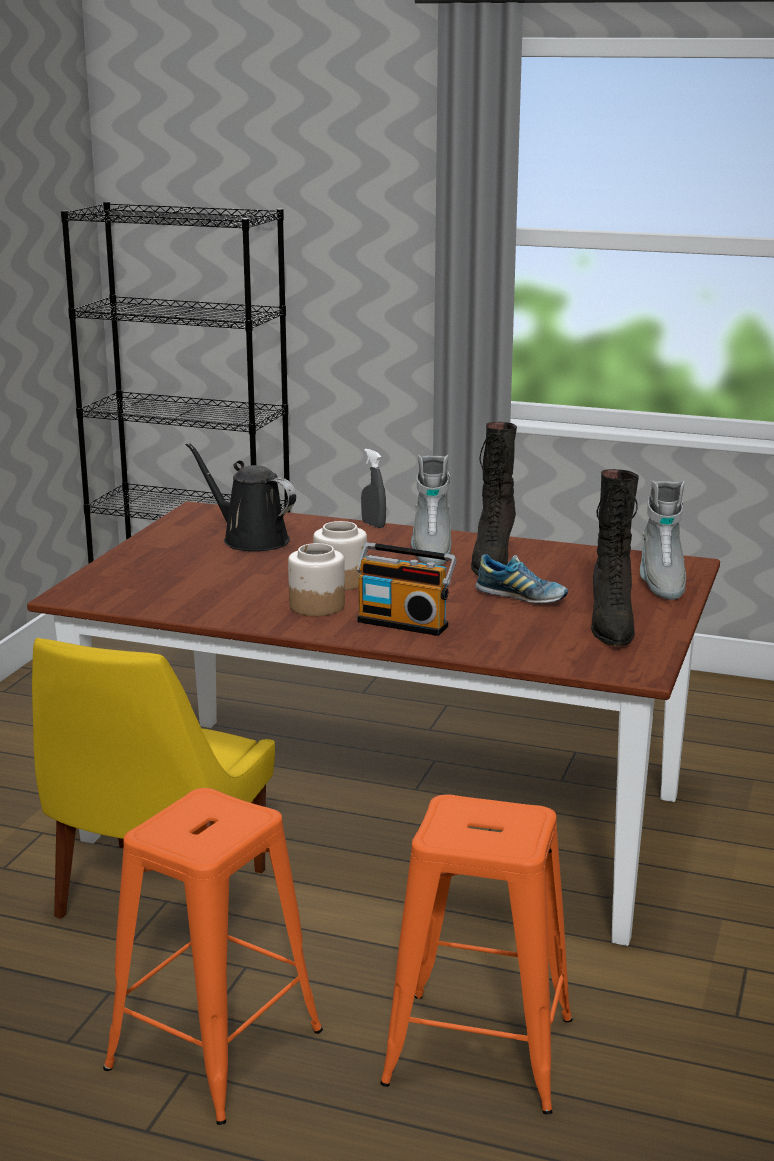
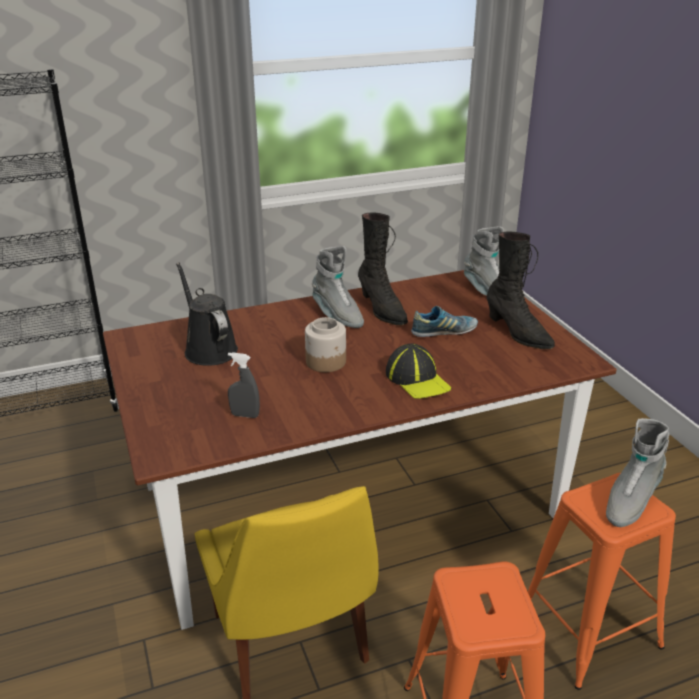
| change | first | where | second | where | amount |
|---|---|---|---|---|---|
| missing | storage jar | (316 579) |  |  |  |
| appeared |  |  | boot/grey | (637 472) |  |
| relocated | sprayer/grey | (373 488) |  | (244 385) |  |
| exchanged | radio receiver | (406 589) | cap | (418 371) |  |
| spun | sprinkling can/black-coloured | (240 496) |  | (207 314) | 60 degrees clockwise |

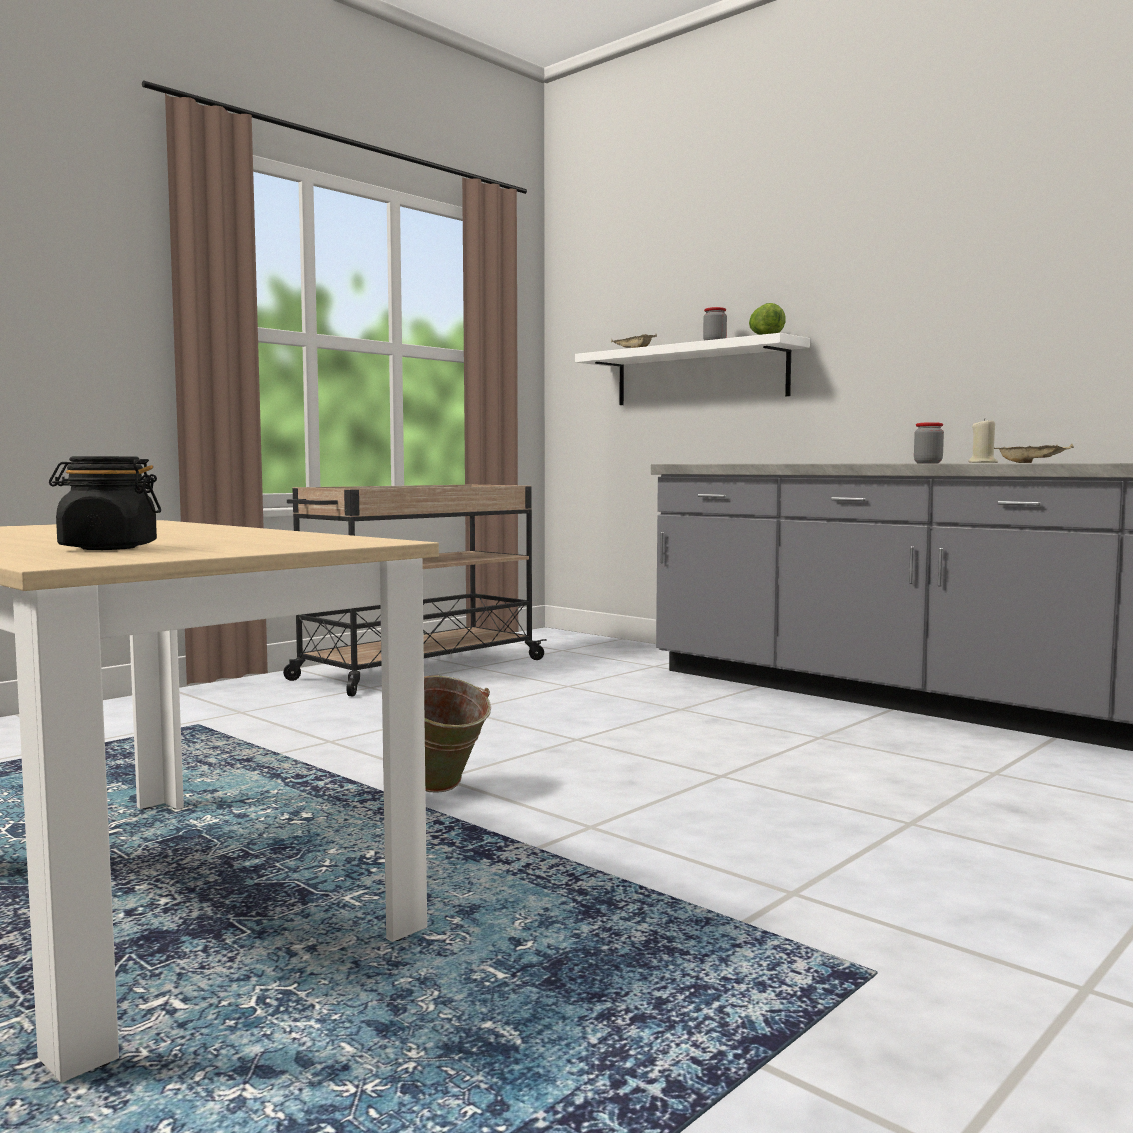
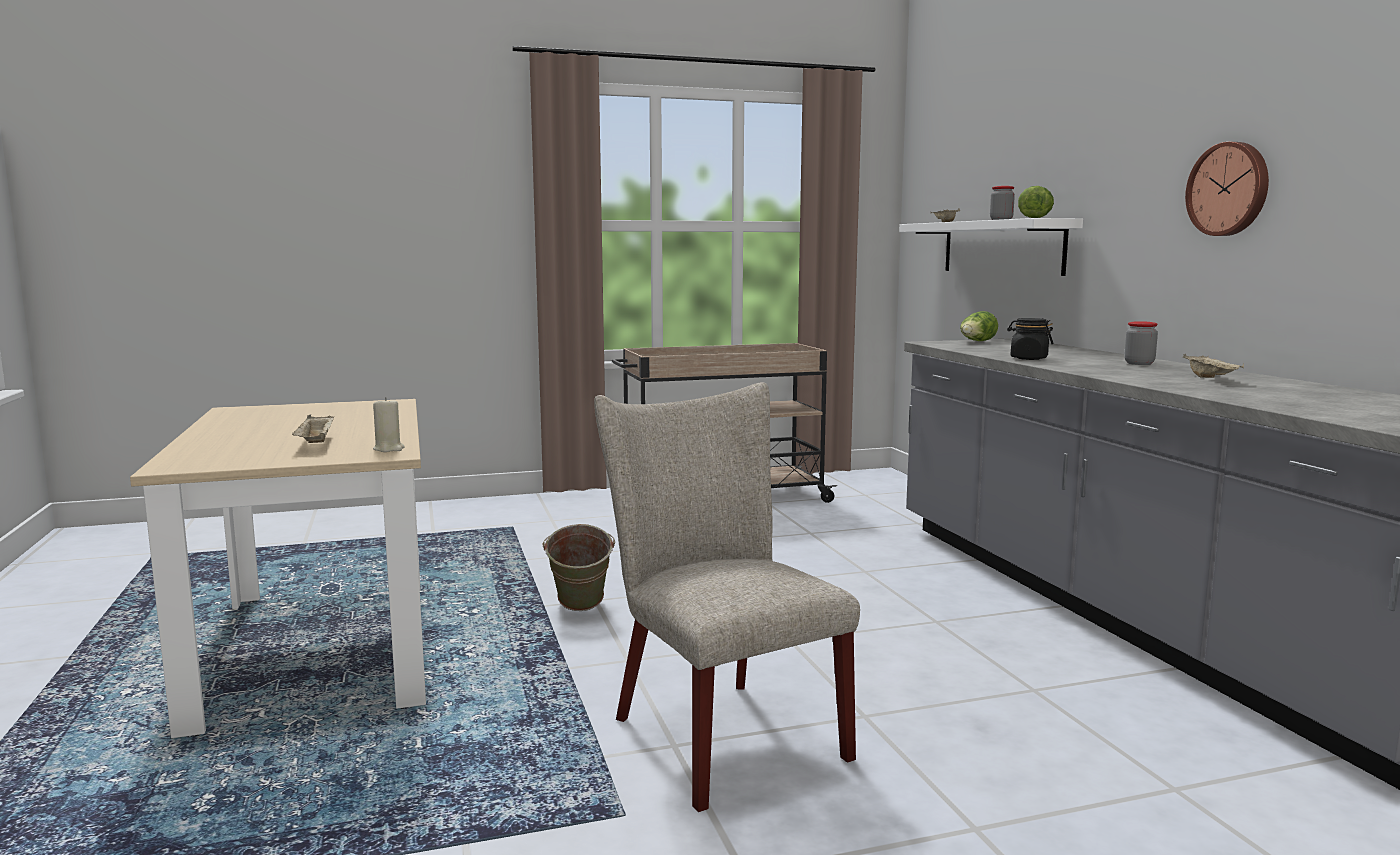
| change | first | where | second | where | amount |
|---|---|---|---|---|---|
| appeared |  |  | tray/beige-coloured | (313 429) |  |
| appeared |  |  | plain chair/beige-coloured | (727 597) |  |
| appeared |  |  | head of lettuce | (979 326) |  |
| appeared |  |  | hanging clock | (1227 189) |  |
| relocated | storage jar/black-coloured | (105 503) |  | (1030 339) |  |
| relocated | wax candle/beige-coloured | (983 440) |  | (389 424) |  |

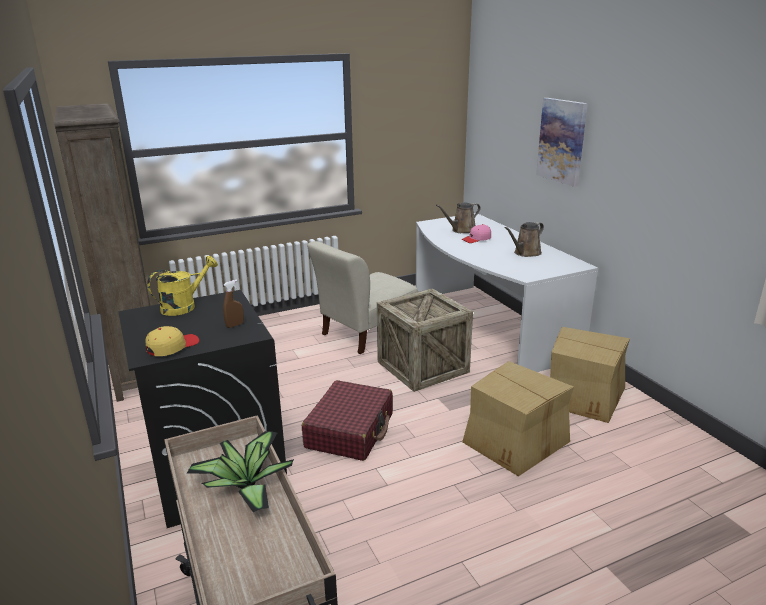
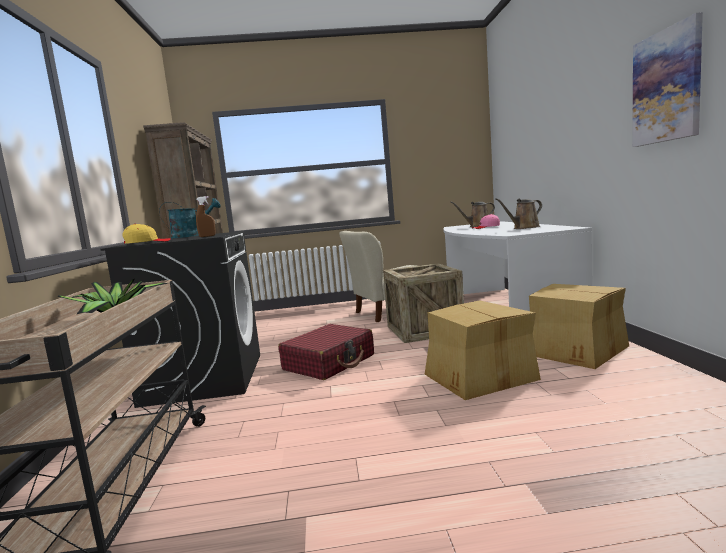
| change | first | where | second | where | amount |
|---|---|---|---|---|---|
| relocated | picture | (562 142) |  | (667 79) |  |
| colour | sprinkling can/yellow | (182 286) | sprinkling can/blue-green | (190 218) |  |

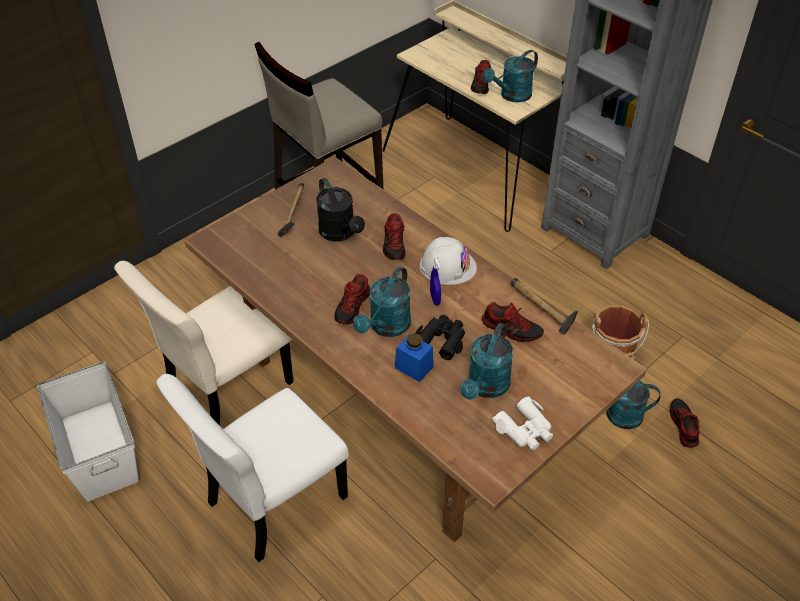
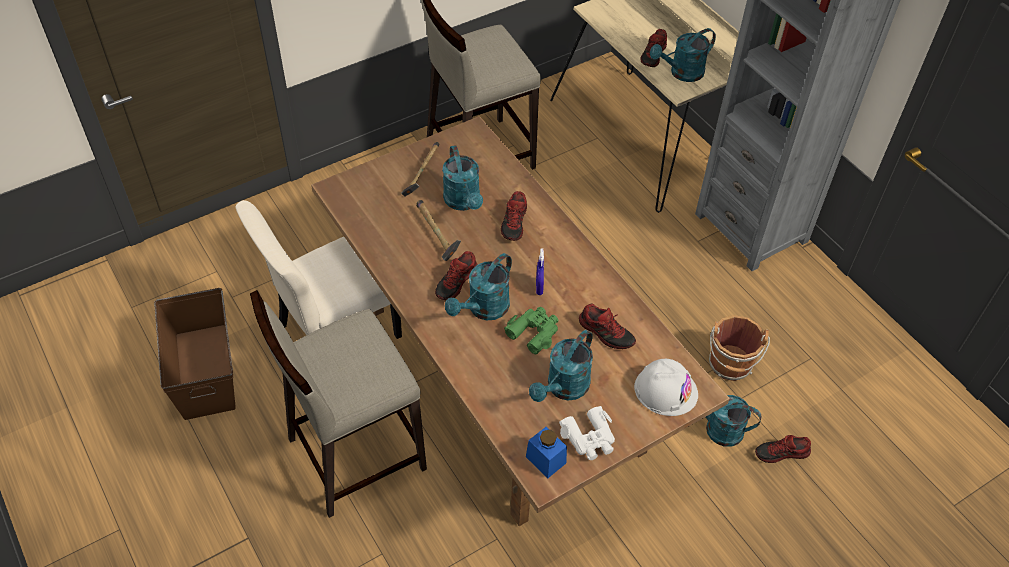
| change | first | where | second | where | amount |
|---|---|---|---|---|---|
| relocated | storage jar/blue | (414 357) |  | (546 452) |  |
| relocated | hard hat/white-coloured | (448 261) |  | (666 387) |  |
| relocated | hammer | (544 306) |  | (438 230) |  |
| exchanged | plain chair/white-coloured | (252 468) | sitting stool/beige-coloured | (338 404) |  |
| colour | storage container/white-coloured | (88 431) | storage container/brown-coloured | (195 354) |  |
| colour | sprinkling can/black-coloured | (340 210) | sprinkling can/blue-green | (462 178) |  |
| colour | pair of binoculars/black-coloured | (440 337) | pair of binoculars/green-coloured | (531 330) |  |
| spun | shoe | (684 422) |  | (783 449) | 105 degrees counterclockwise |

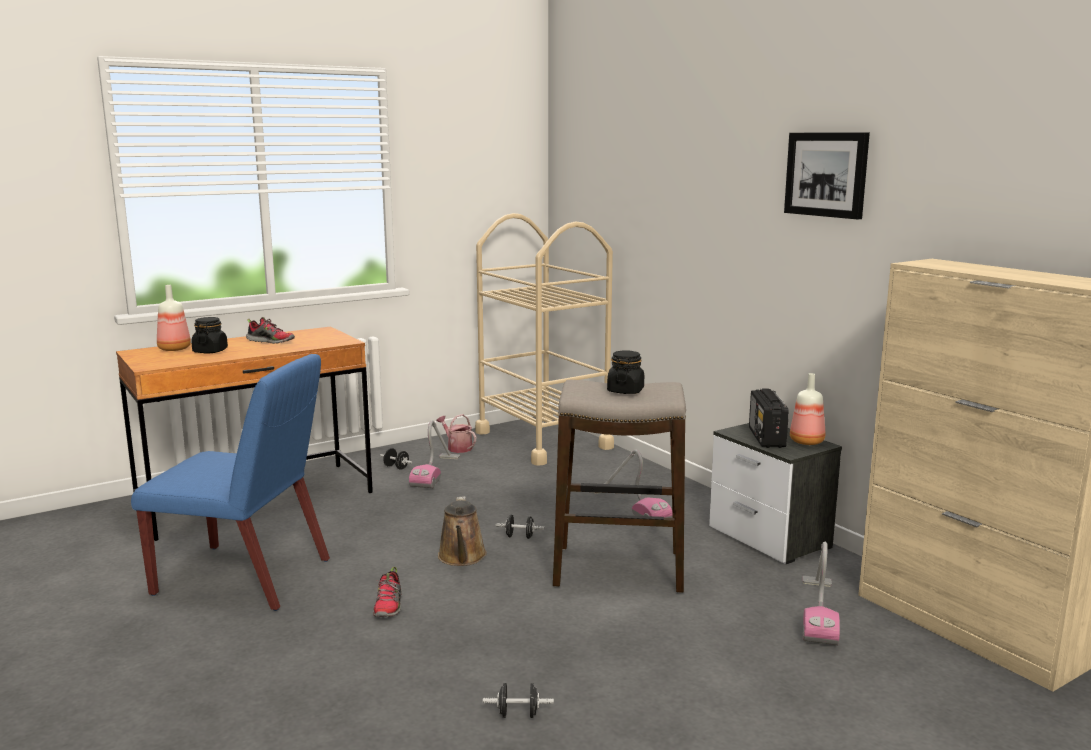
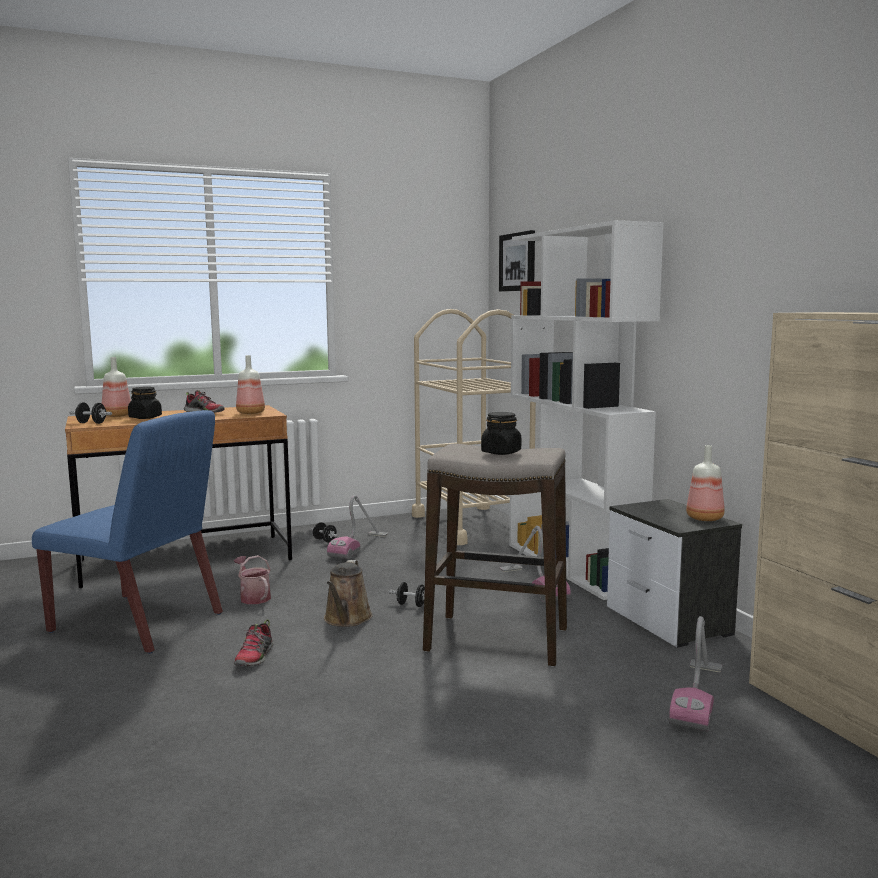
| change | first | where | second | where | amount |
|---|---|---|---|---|---|
| missing | radio receiver | (769 418) |  |  |  |
| appeared |  |  | beverage bottle | (250 384) |  |
| appeared |  |  | bookcase/white-coloured | (586 410) |  |
| relocated | sprinkling can | (456 433) |  | (252 579) |  |
| relocated | dumbbell/black-coloured | (518 700) |  | (90 413) |  |
| relocated | picture | (827 175) |  | (517 260) |  |

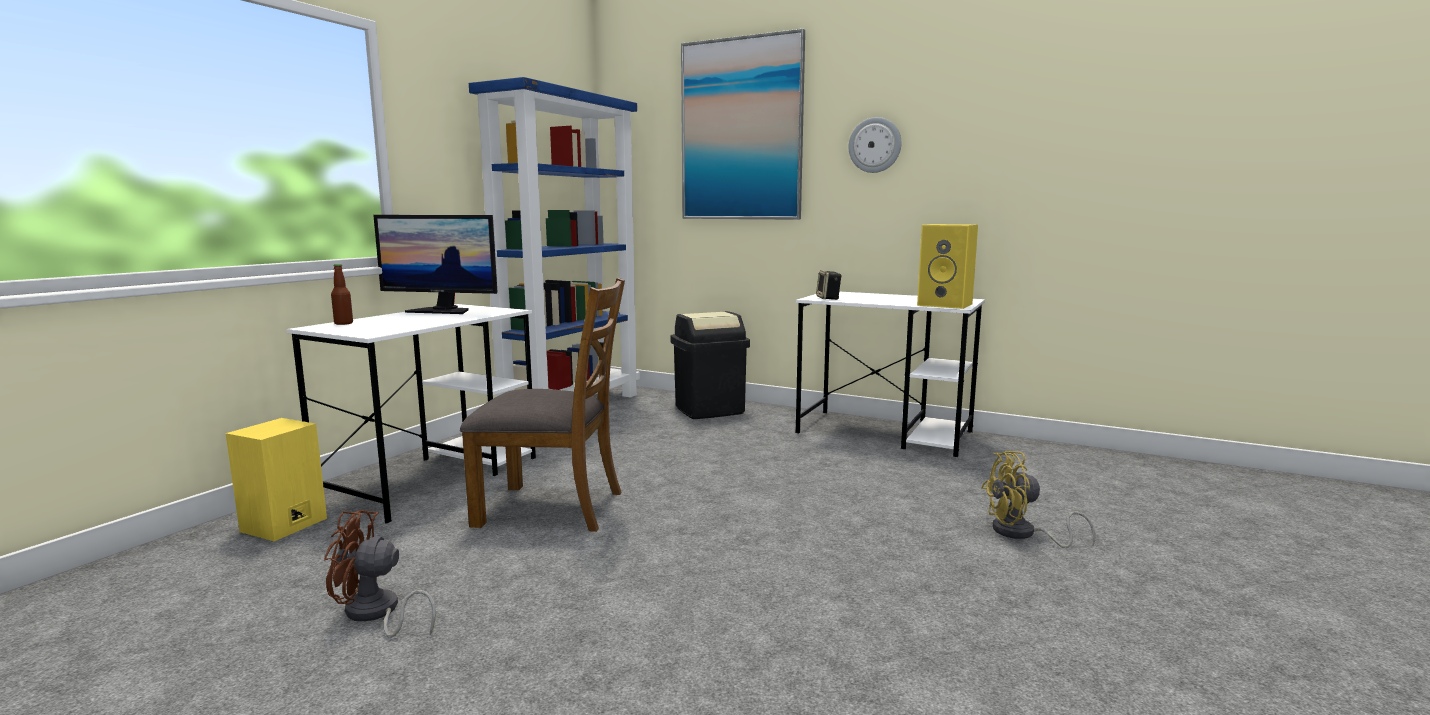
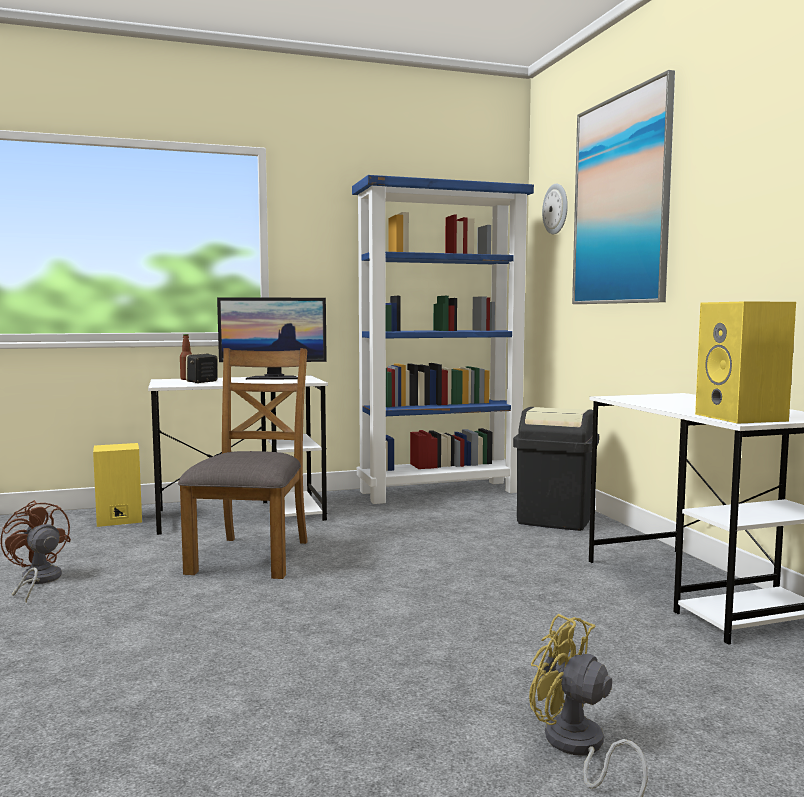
| change | first | where | second | where | amount |
|---|---|---|---|---|---|
| relocated | speaker | (829 285) |  | (202 368) |  |
| relocated | hanging clock | (875 145) |  | (555 209) |  |
| spun | computer screen | (435 264) |  | (272 339) | 60 degrees counterclockwise |
| spun | plain chair/brown-coloured | (542 405) |  | (243 463) | 135 degrees counterclockwise |

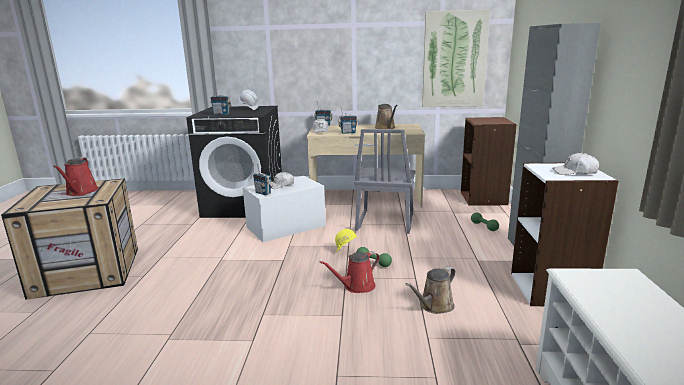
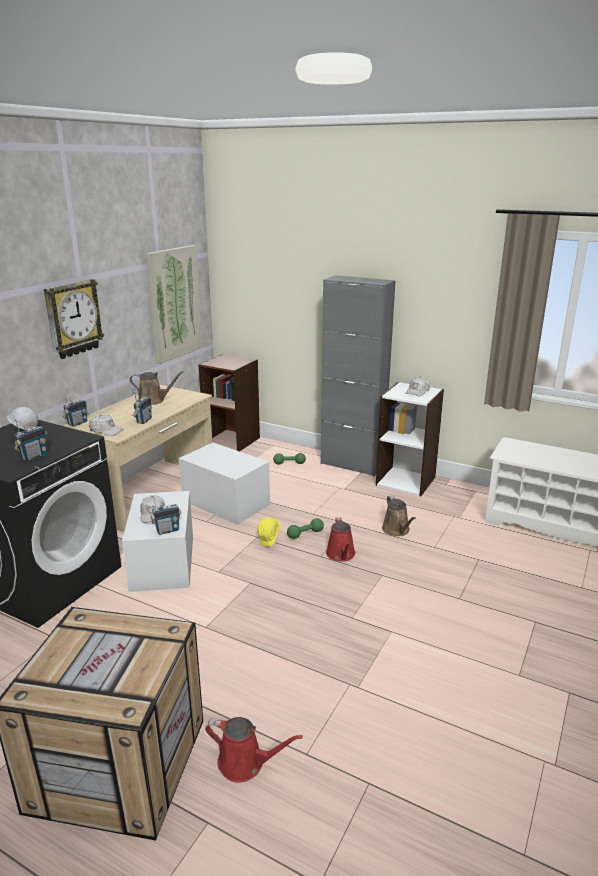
| change | first | where | second | where | amount |
|---|---|---|---|---|---|
| appeared |  |  | hanging clock | (74 319) |  |
| relocated | sprinkling can/red-coloured | (76 176) |  | (254 750) |  |
| exchanged | plain chair/grey | (384 181) | storage container/white-coloured | (224 484) |  |

